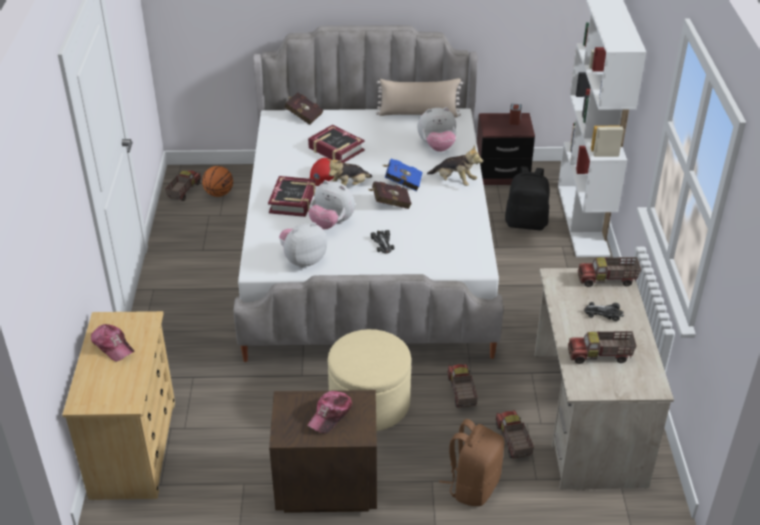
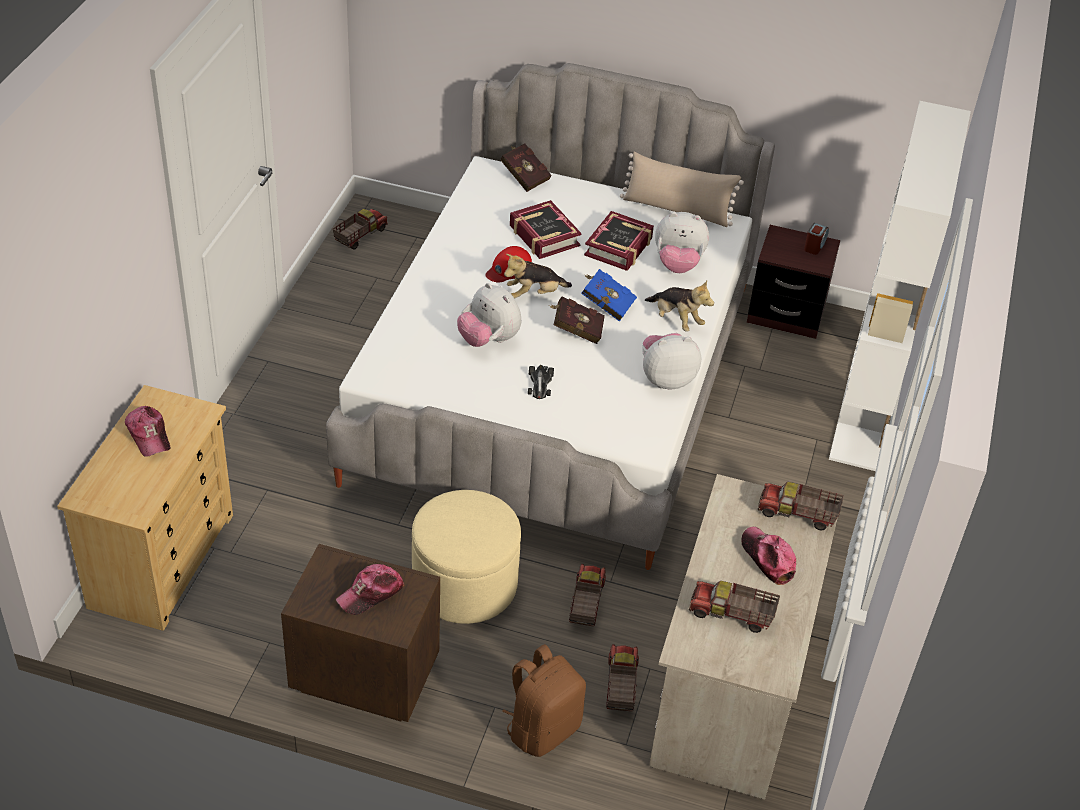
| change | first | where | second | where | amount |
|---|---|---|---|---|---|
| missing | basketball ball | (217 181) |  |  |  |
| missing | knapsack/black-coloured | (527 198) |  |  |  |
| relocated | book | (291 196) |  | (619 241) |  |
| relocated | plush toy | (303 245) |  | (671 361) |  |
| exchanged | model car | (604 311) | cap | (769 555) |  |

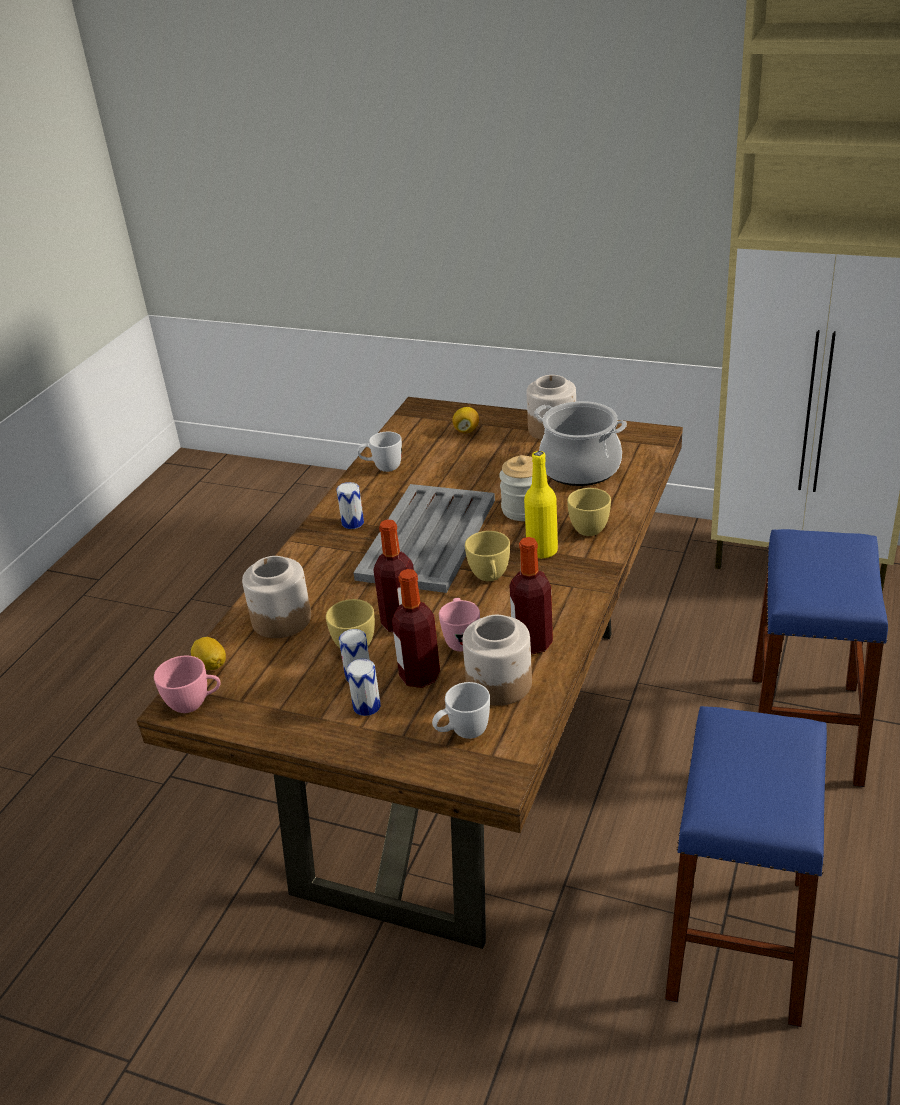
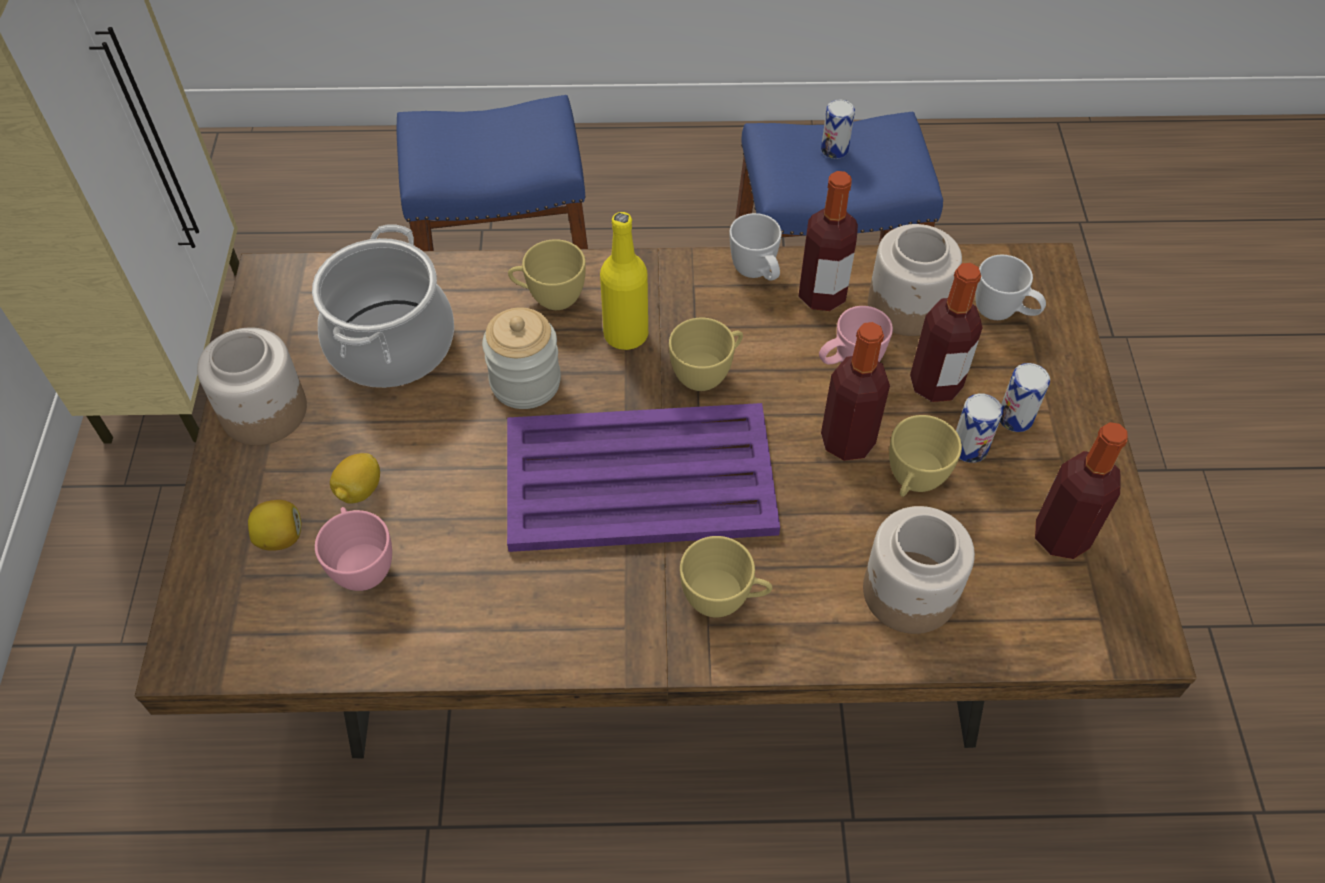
| change | first | where | second | where | amount |
|---|---|---|---|---|---|
| appeared |  |  | drinking cup/yellow | (726 576) |  |
| appeared |  |  | beverage bottle | (1081 490) |  |
| relocated | drinking cup/pinkish | (187 684) |  | (353 549) |  |
| relocated | lemon | (208 653) |  | (355 478) |  |
| relocated | metal can | (350 505) |  | (838 129) |  |
| relocated | mug/white-coloured | (379 452) |  | (756 247) |  |
| colour | tray/grey | (424 538) | tray/purple-coloured | (643 477) |  |

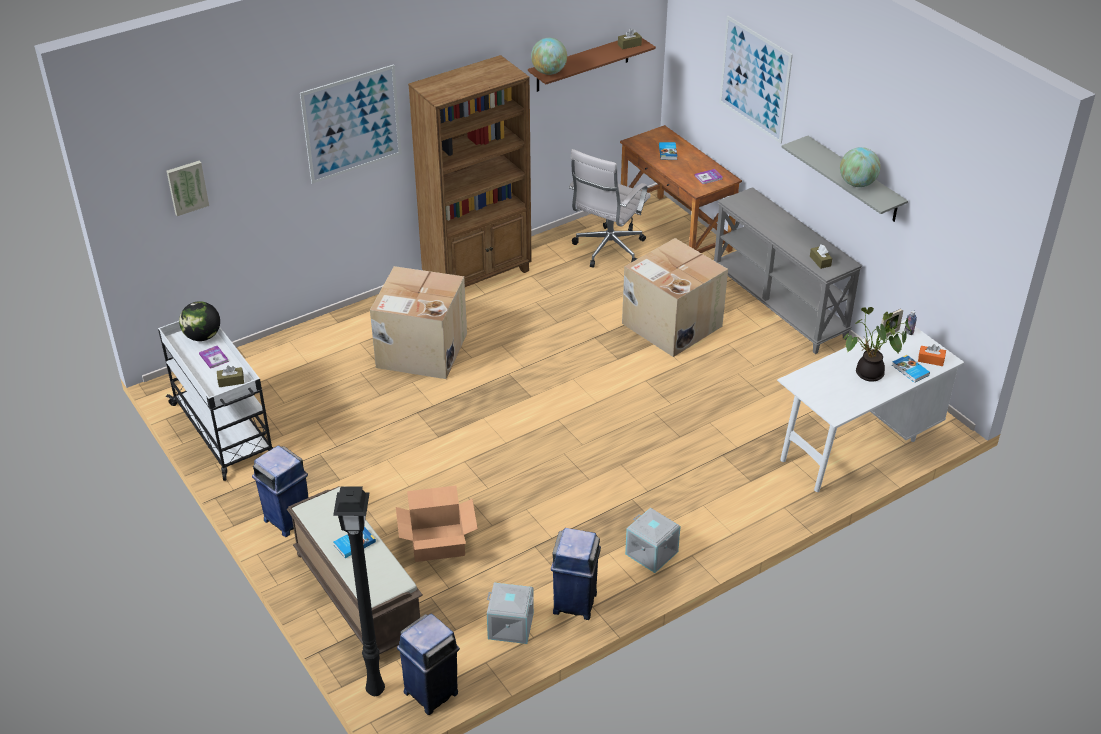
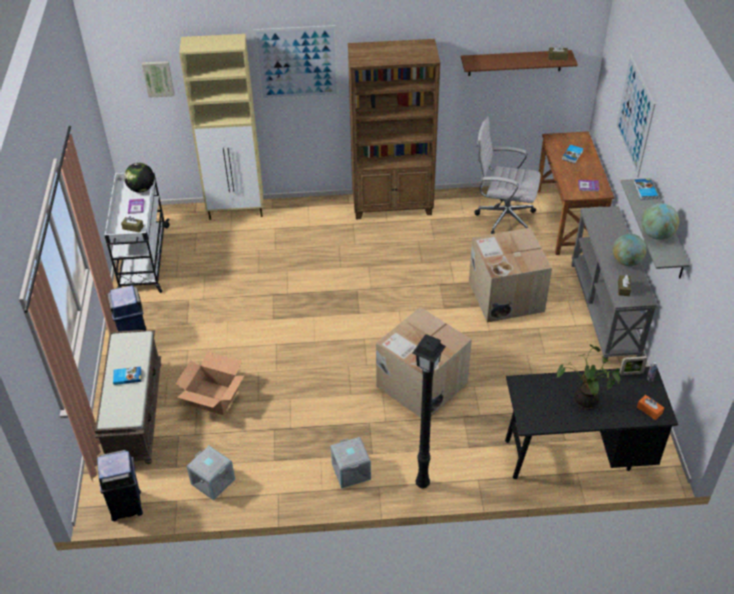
| change | first | where | second | where | amount |
|---|---|---|---|---|---|
| missing | rubbish bin/blue | (576 574) |  |  |  |
| appeared |  |  | cupboard/beige-coloured | (221 127) |  |
| relocated | floor lamp/black-coloured | (359 591) |  | (429 411) |  |
| relocated | packing box | (418 322) |  | (424 362) |  |
| relocated | desk globe | (549 56) |  | (629 249) |  |
| relocated | book | (911 369) |  | (646 189) |  |
| colour | desk table/white-coloured | (871 405) | desk table/black-coloured | (591 423) |  |
| spun | desk chair/white-coloured | (609 208) |  | (508 175) | 45 degrees clockwise |

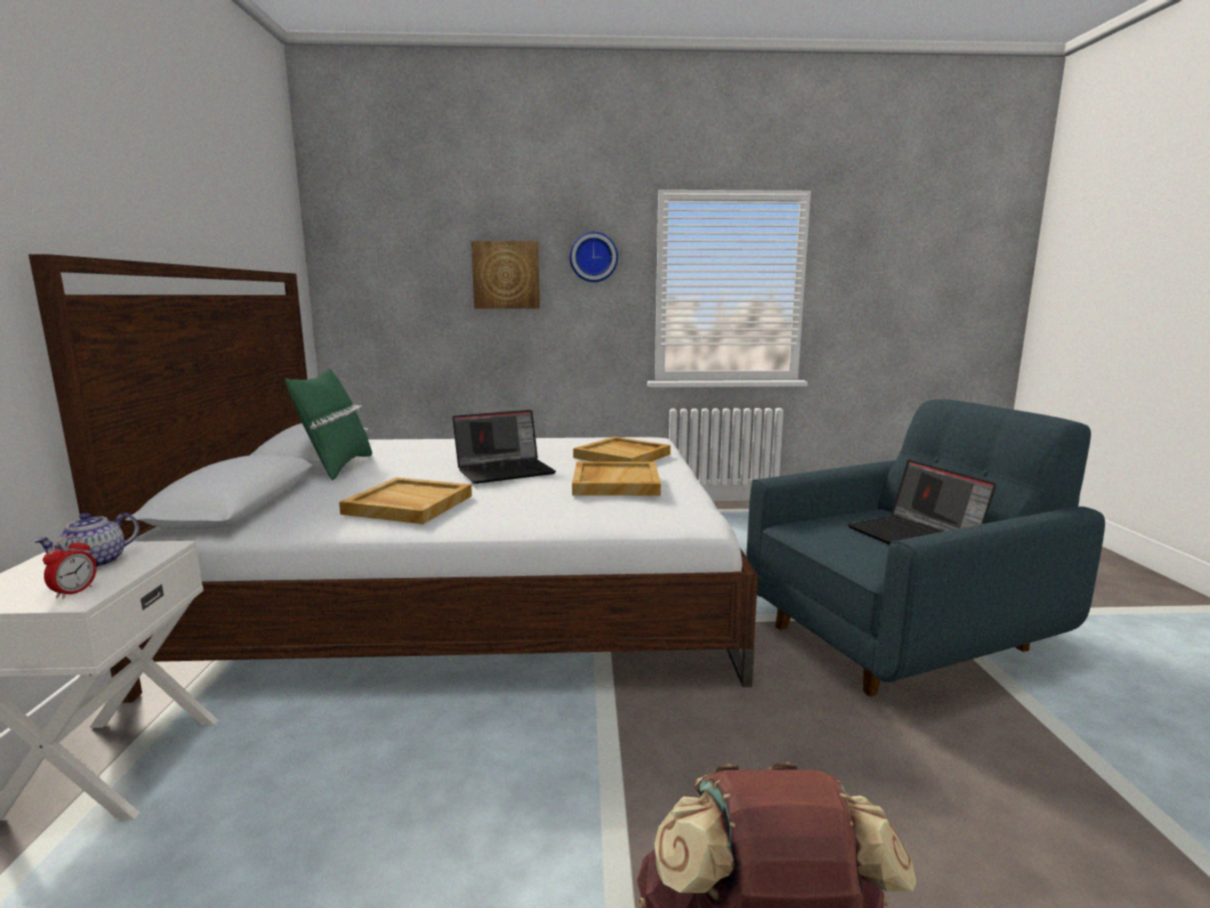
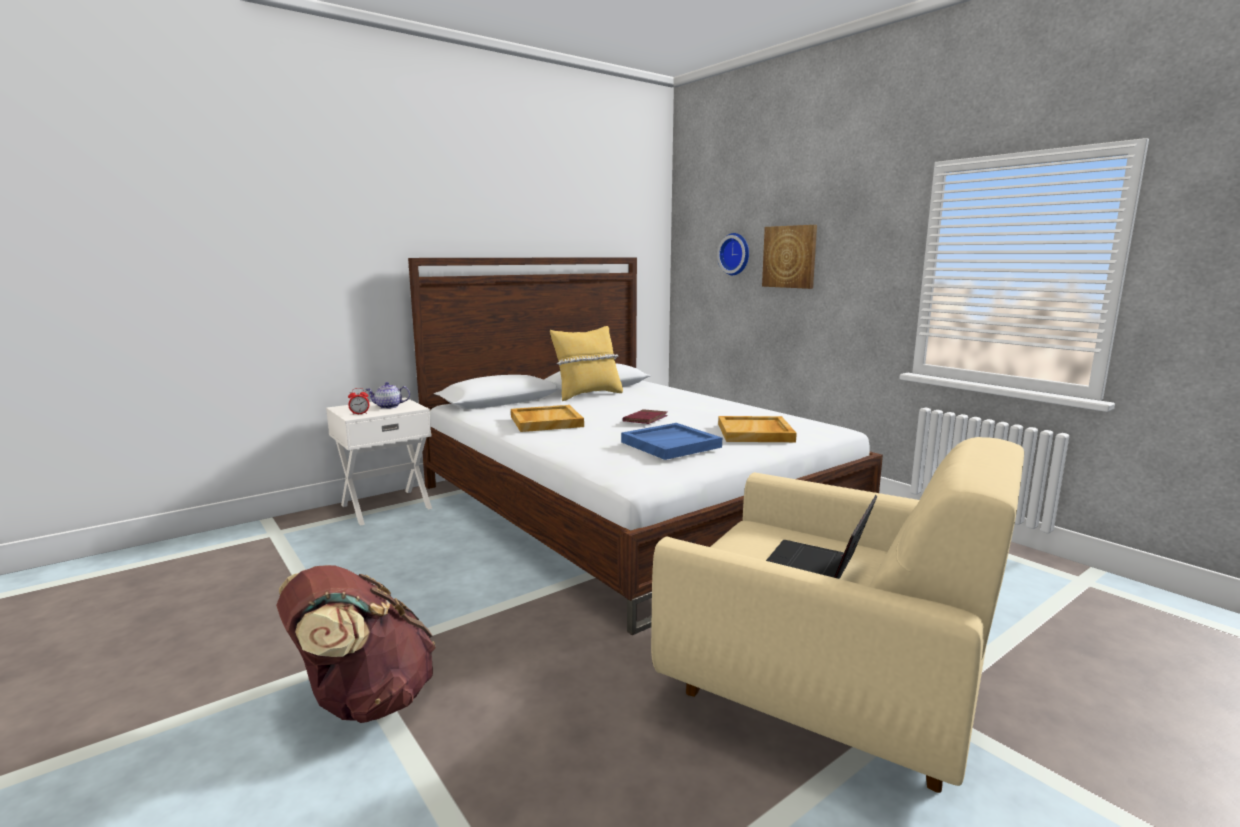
| change | first | where | second | where | amount |
|---|---|---|---|---|---|
| relocated | hanging clock | (594 257) |  | (733 254) |  |
| exchanged | portable computer | (504 447) | book/red-coloured | (645 416) |  |
| colour | pillow/green-coloured | (328 424) | pillow/yellow | (586 363) |  |
| colour | tray/beige-coloured | (616 479) | tray/blue | (671 441) |  |
| colour | lounge chair/blue | (925 548) | lounge chair/beige-coloured | (837 615) |  |

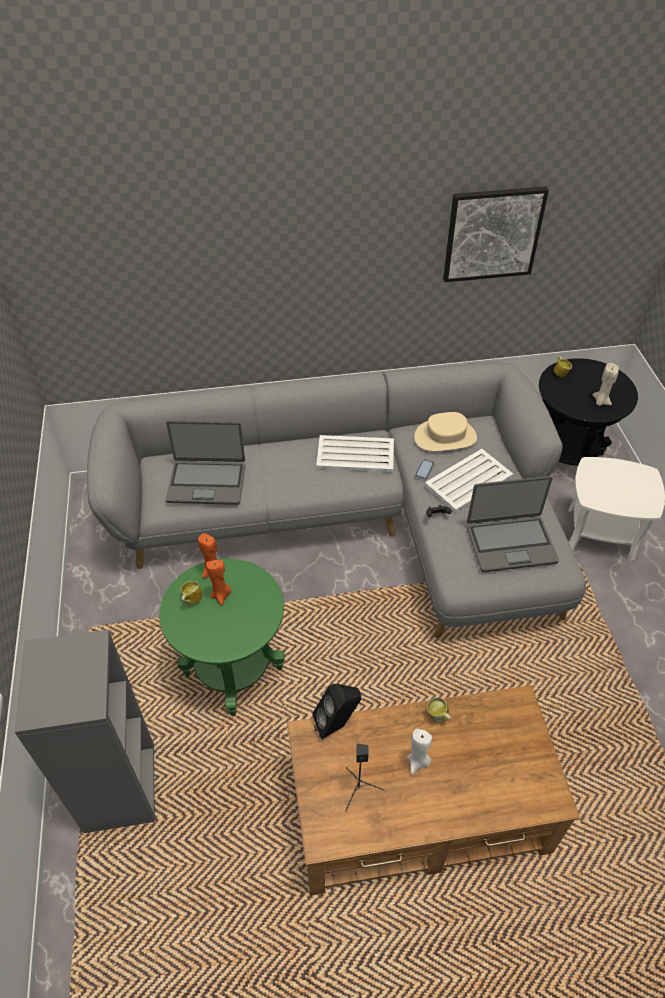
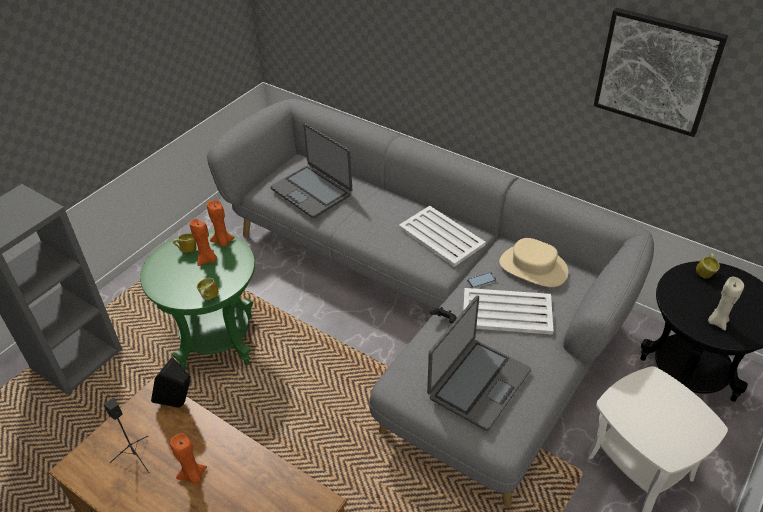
| change | first | where | second | where | amount |
|---|---|---|---|---|---|
| relocated | mug | (439 709) |  | (208 289) |  |
| colour | wax candle/white-coloured | (419 751) | wax candle/orange | (188 458) |  |
| spun | portable computer | (513 524) |  | (479 363) | 90 degrees counterclockwise |

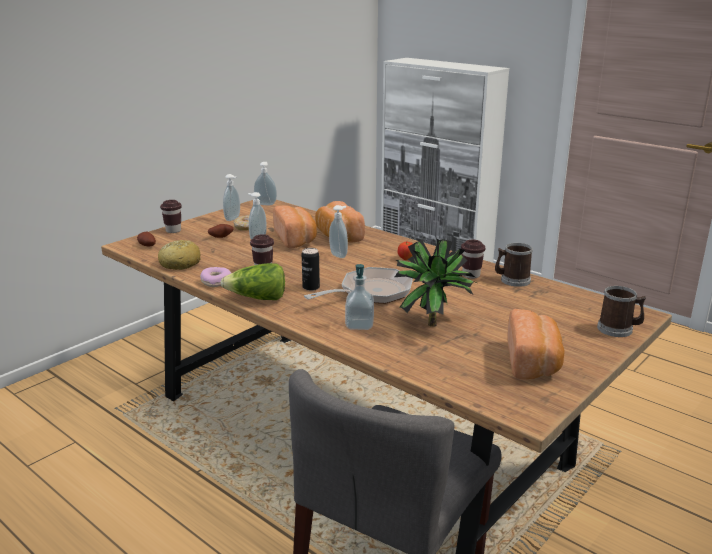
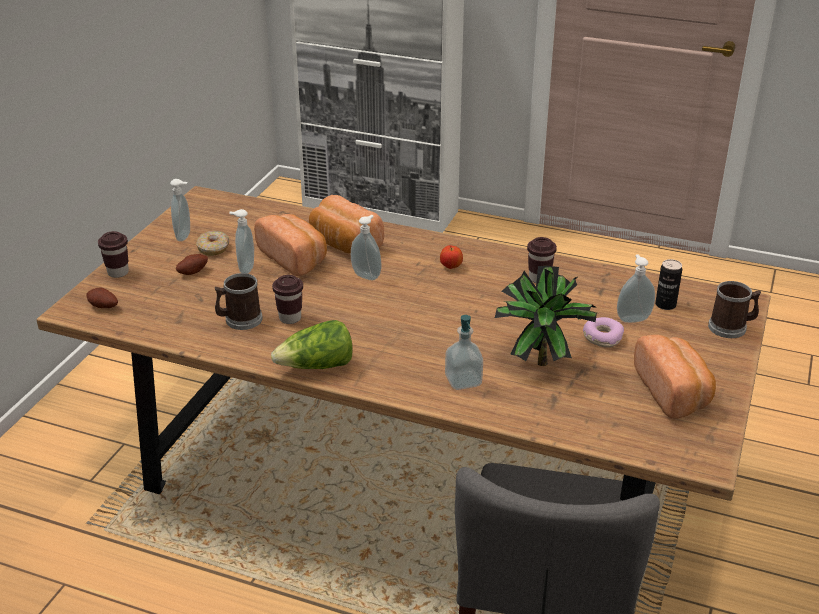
| change | first | where | second | where | amount |
|---|---|---|---|---|---|
| missing | baked bread | (179 255) |  |  |  |
| missing | pan | (358 285) |  |  |  |
| relocated | donut | (215 277) |  | (603 332) |  |
| relocated | liquid soap bottle | (265 183) |  | (636 288) |  |
| relocated | metal can | (311 269) |  | (668 284) |  |
| relocated | mug | (514 265) |  | (239 301) |  |

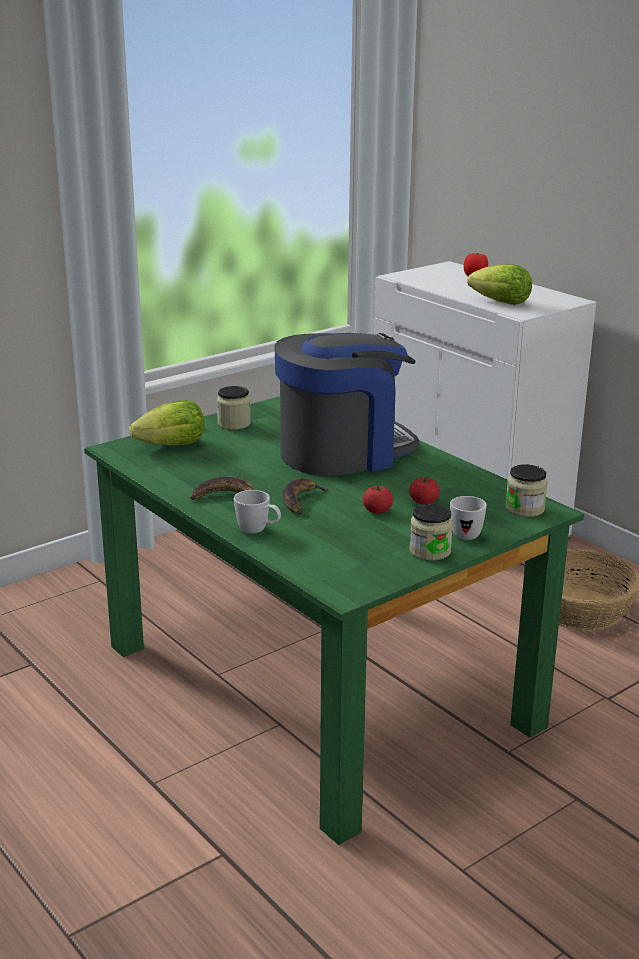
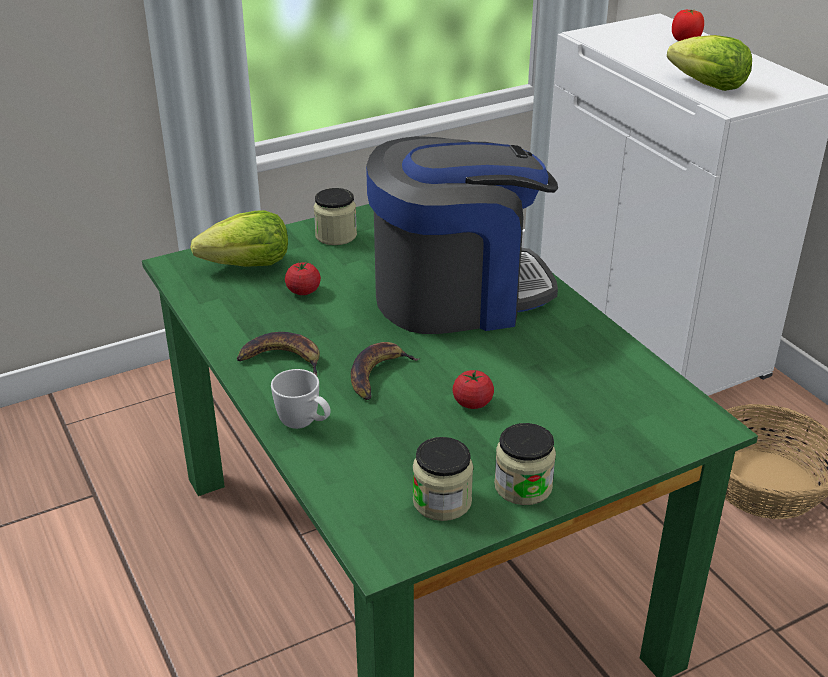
| change | first | where | second | where | amount |
|---|---|---|---|---|---|
| missing | mug/white-coloured | (468 518) |  |  |  |
| relocated | tomato | (424 490) |  | (303 278) |  |
| relocated | storage jar | (526 490) |  | (443 479) |  |

